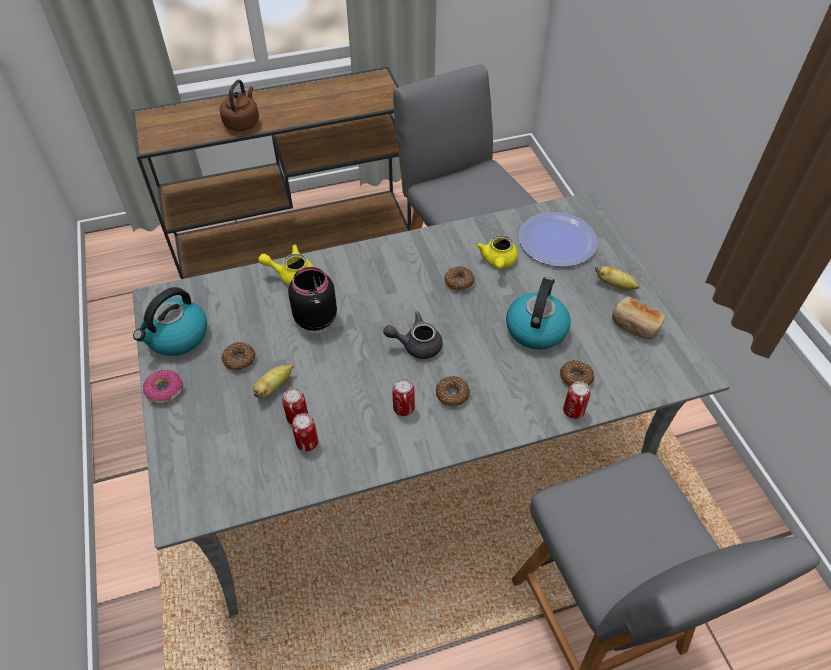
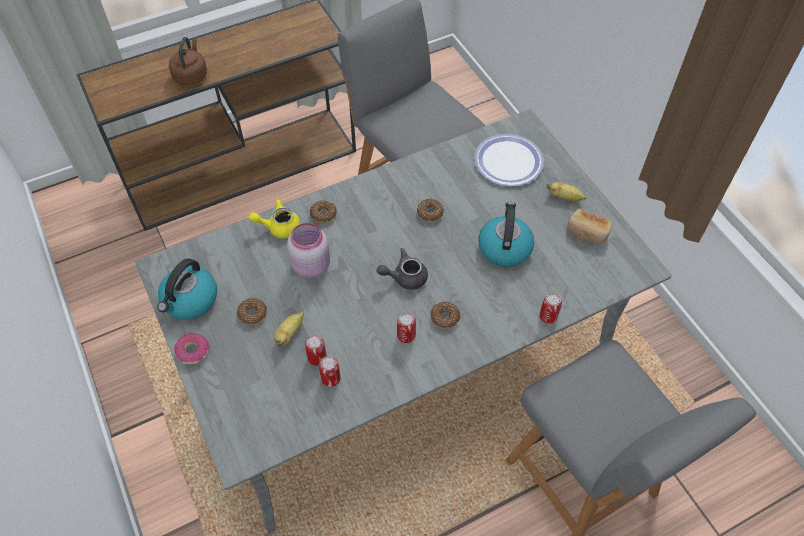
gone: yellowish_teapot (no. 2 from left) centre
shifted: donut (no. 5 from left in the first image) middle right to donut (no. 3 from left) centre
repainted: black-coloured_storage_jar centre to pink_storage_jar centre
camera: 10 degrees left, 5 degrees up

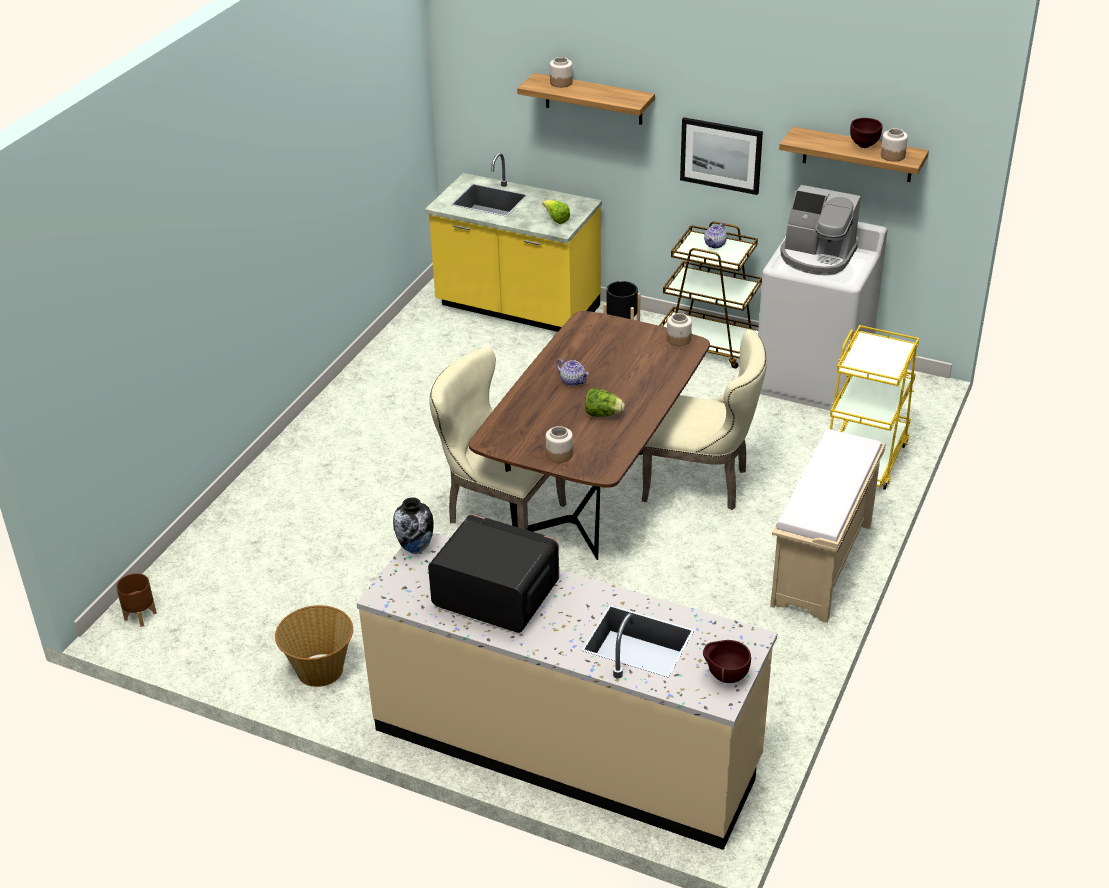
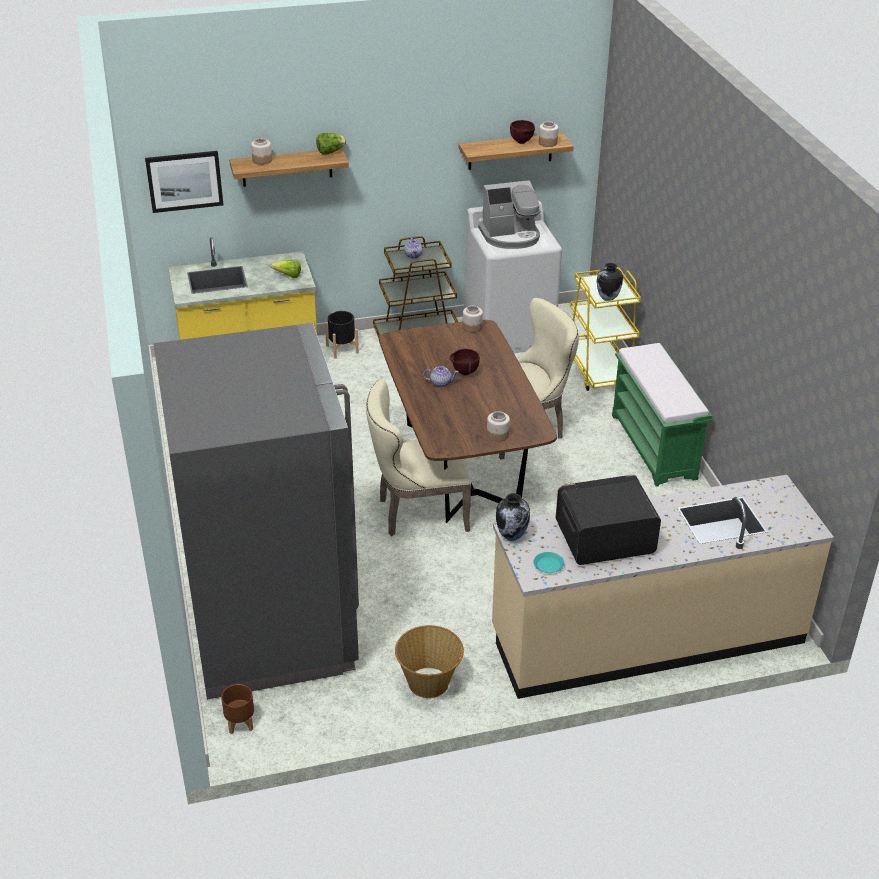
new: decorative_vase (no. 2 from left) top right; gray_fridge middle left; blue-green_plate centre
shifted: wall_art top centre to top left; lettuce (no. 2 from left) centre to top centre; brown-coloured_deep_dish (no. 1 from left) bottom centre to centre
repainted: beige_long_seat middle right to green_long_seat middle right
camera: 40 degrees left, 0 degrees up

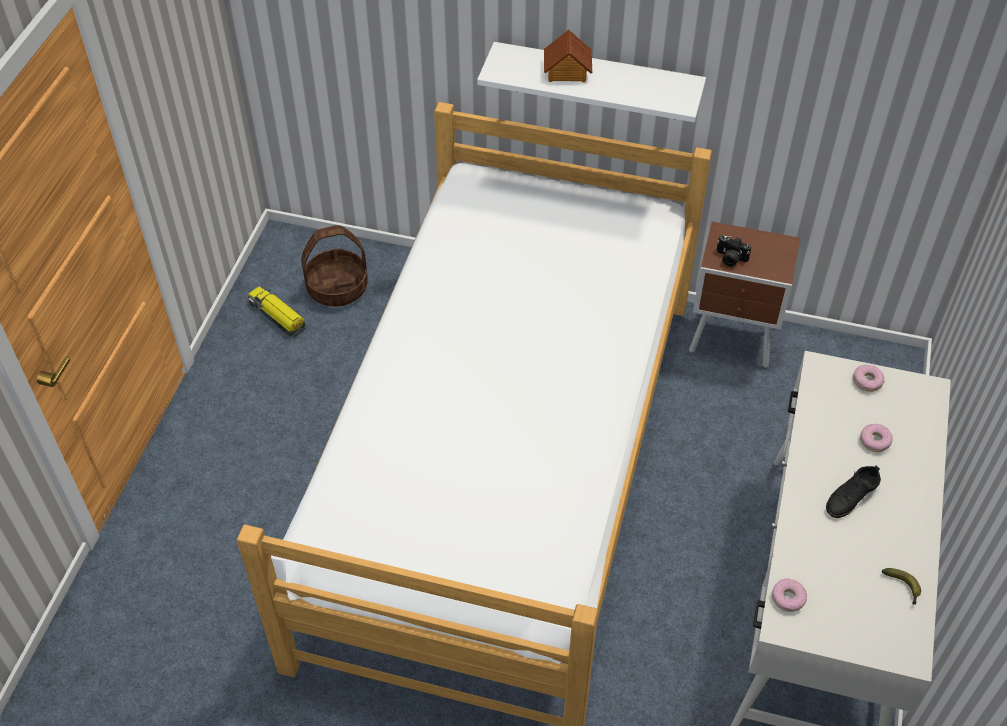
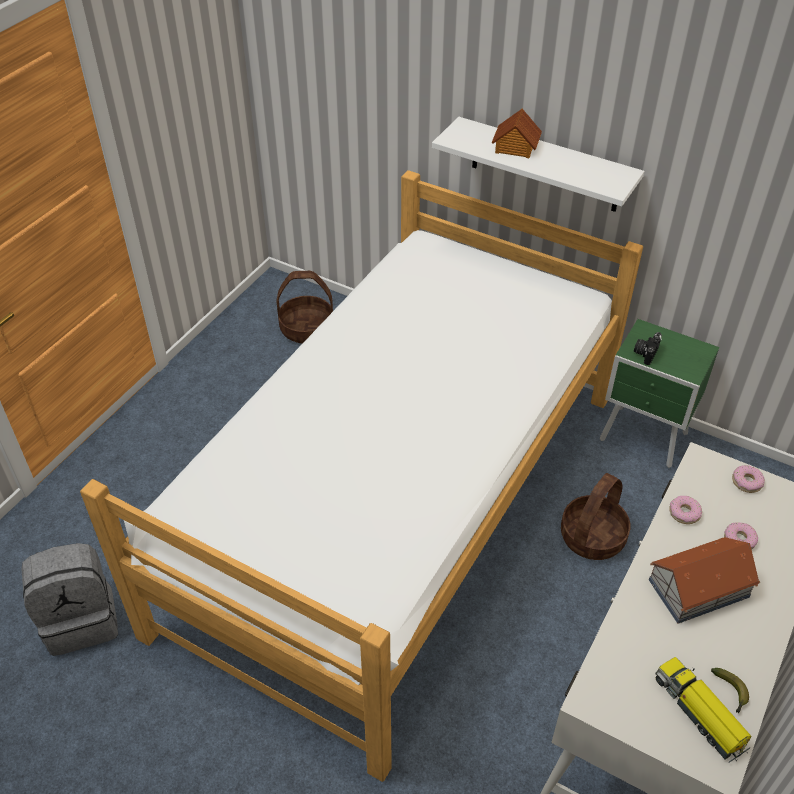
new: household_basket (no. 2 from left) middle right; gray_backpack bottom left
shifted: model_truck middle left to bottom right; donut (no. 1 from left) bottom right to middle right
swapped: black-coloured_shoe bottom right to miniature_house (no. 2 from left) bottom right
repainted: brown-coloured_night_table middle right to green_night_table middle right
rotated: photo_camera middle right = middle right 75 degrees clockwise
camera: 15 degrees right, 5 degrees down

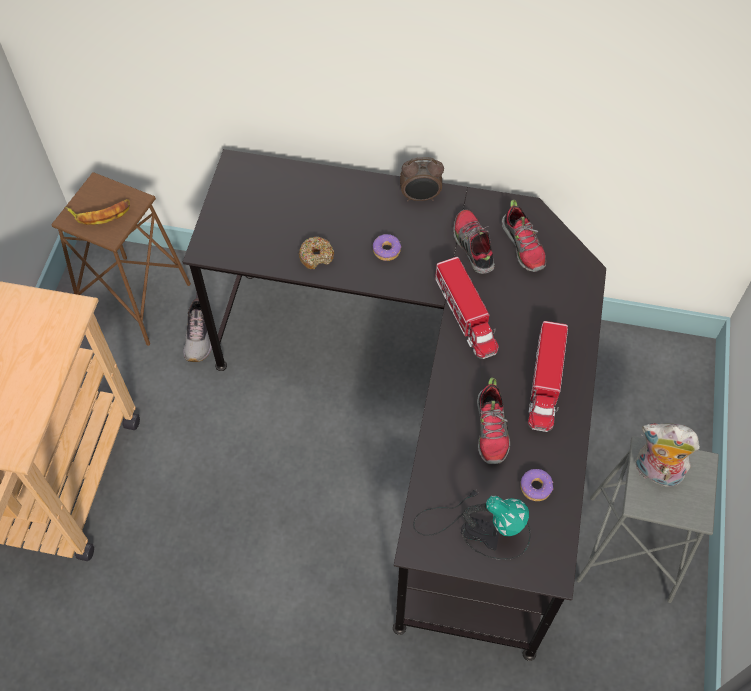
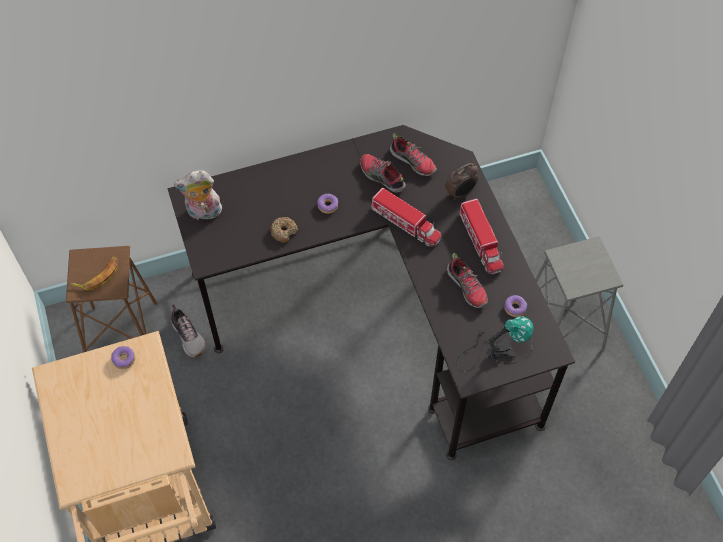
new: donut (no. 1 from left) middle left
shifted: table_clock top centre to centre; cuddly_toy middle right to middle left
camera: 30 degrees left, 0 degrees up

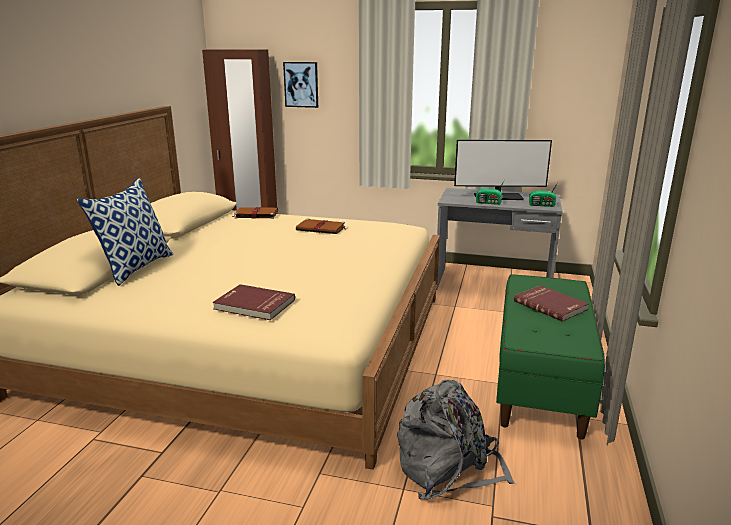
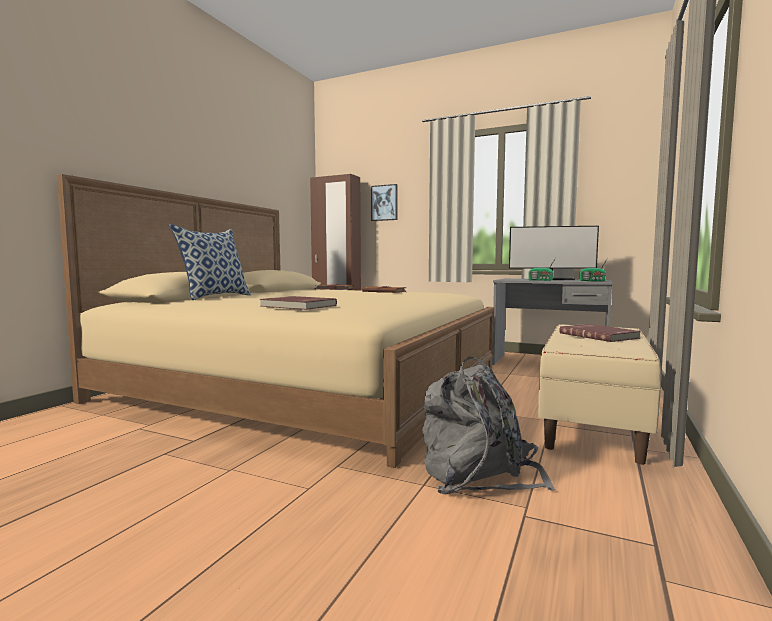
repainted: green_long_seat bottom right to beige_long_seat middle right
camera: 10 degrees right, 15 degrees down

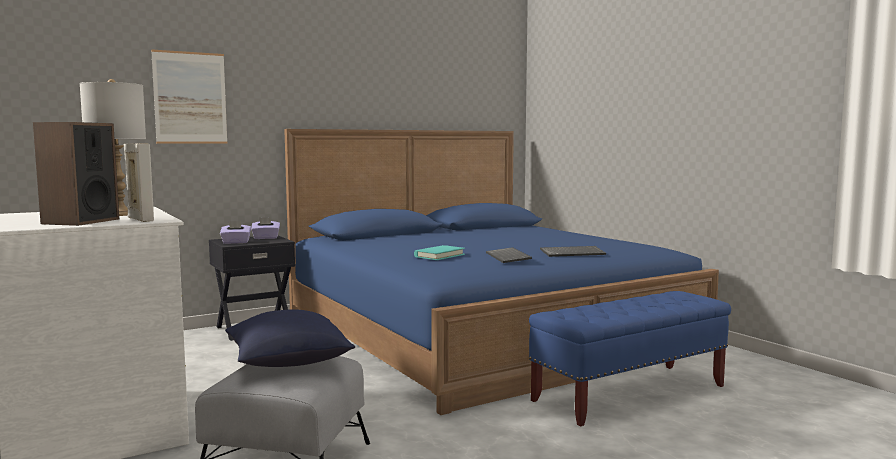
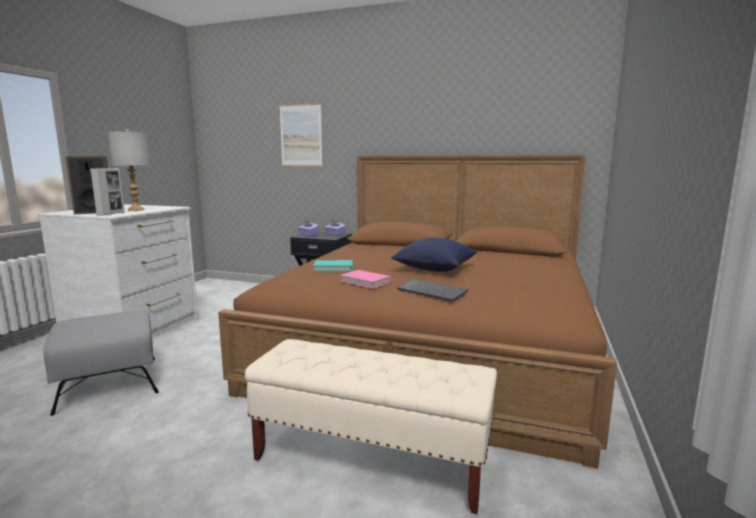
shifted: blue-coloured_cushion bottom left to centre
swapped: computer_keyboard (no. 1 from left) centre to pink_volume centre
repainted: blue-coloured_bed centre to brown-coloured_bed centre; blue-coloured_long_seat bottom right to beige_long_seat bottom centre
camera: 50 degrees right, 5 degrees up

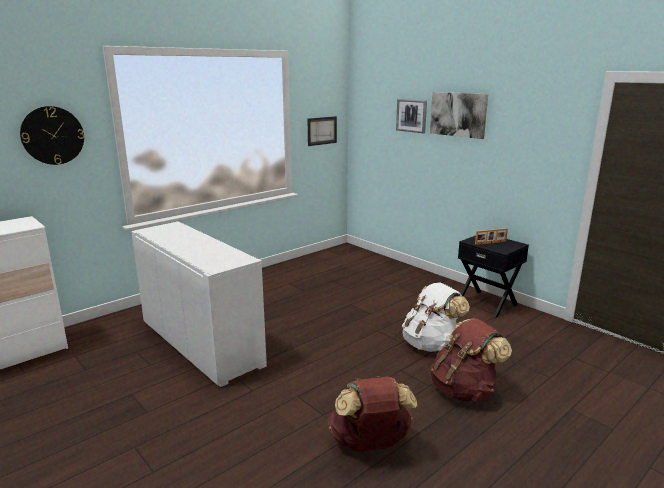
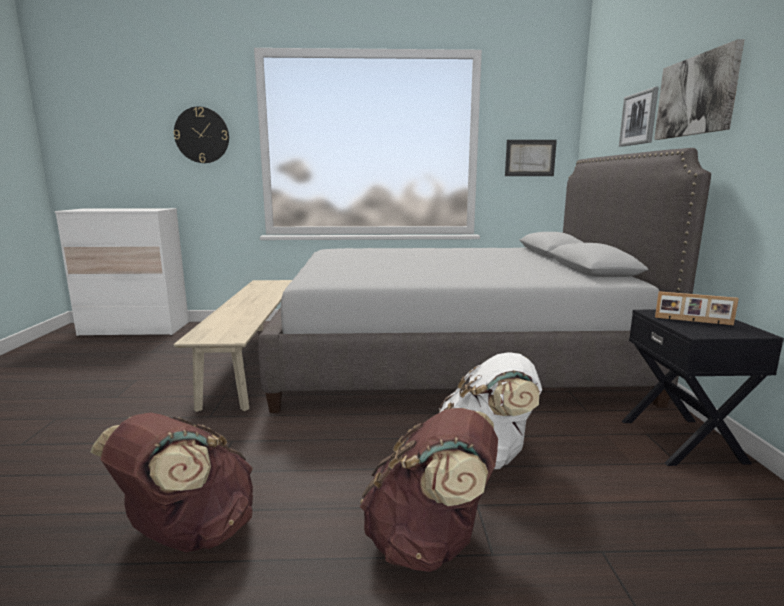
new: gray_bed centre
swapped: whitish_cabinet middle left to beige_long_seat middle left
camera: 40 degrees right, 5 degrees down

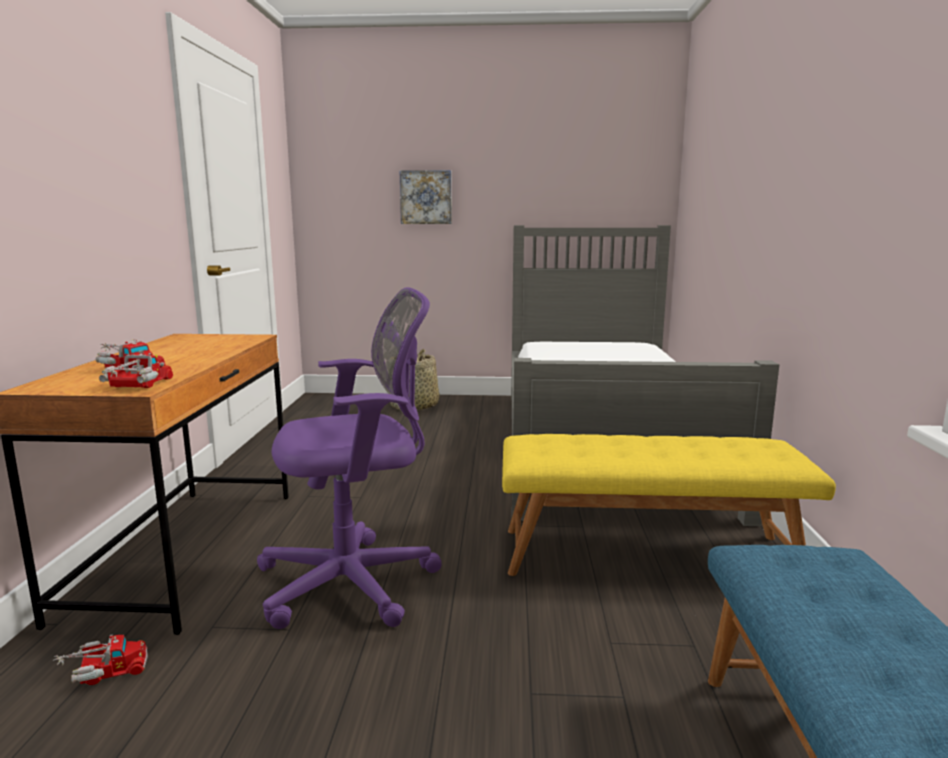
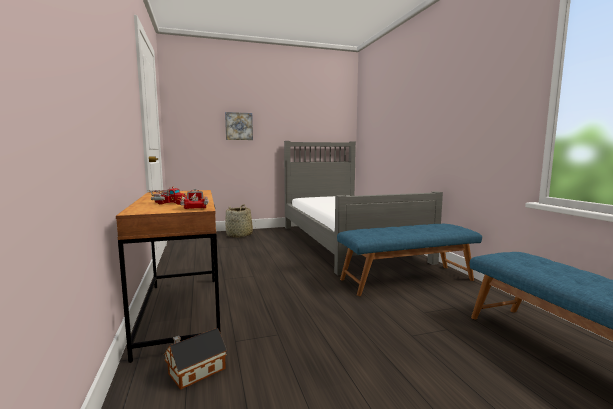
gone: purple-coloured_desk_chair centre
swapped: model_truck (no. 1 from left) bottom left to miniature_house bottom left
repainted: yellowish_long_seat middle right to blue-coloured_long_seat (no. 1 from left) middle right
camera: 20 degrees left, 5 degrees down

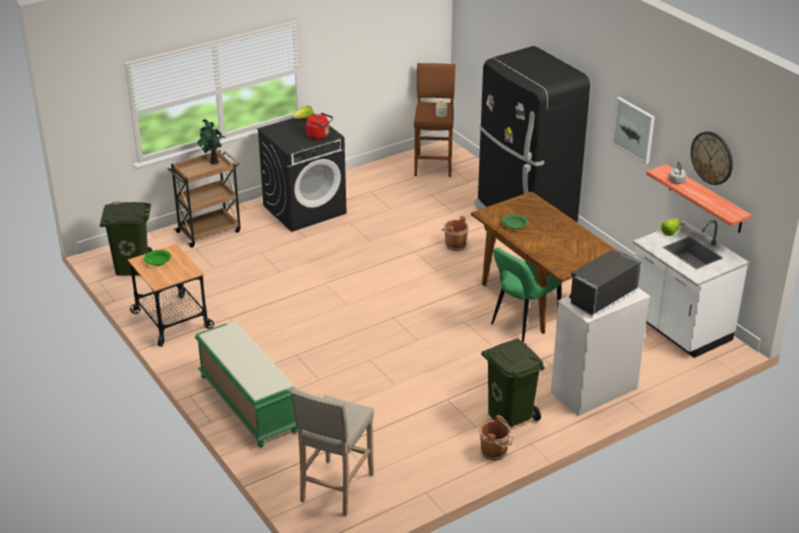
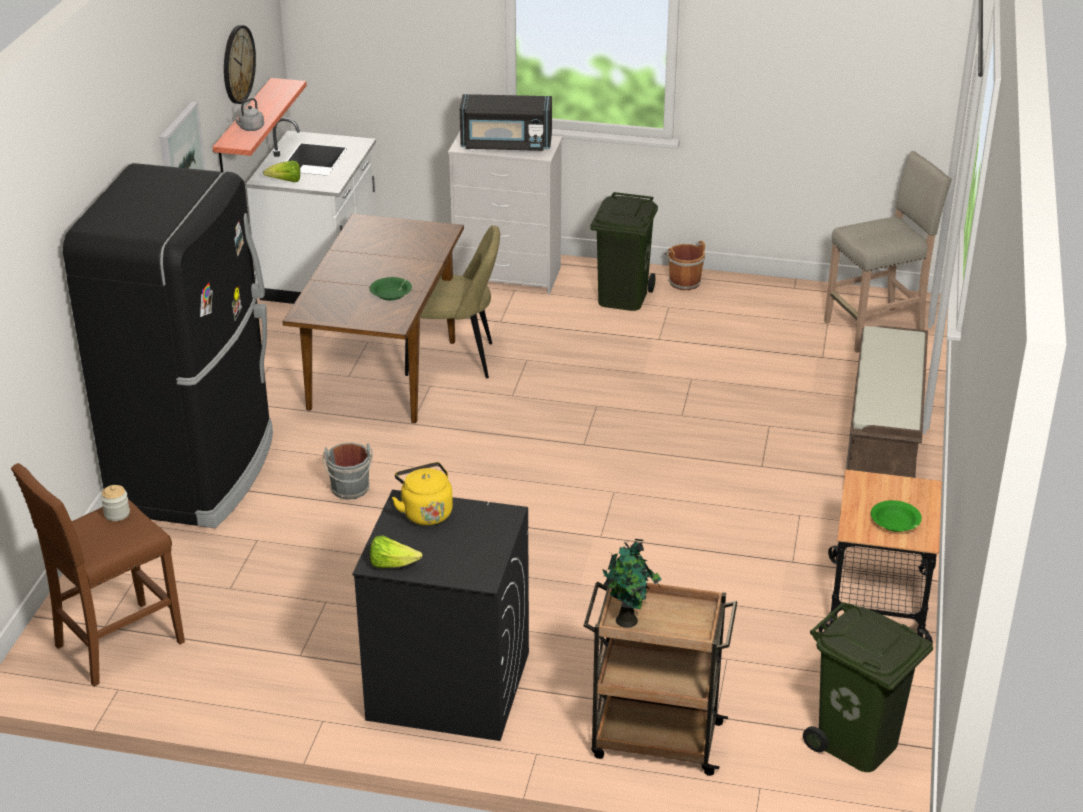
repainted: red-coloured_tea_kettle top centre to yellowish_tea_kettle centre; brown-coloured_water_bucket (no. 1 from left) centre to gray_water_bucket middle left; green_chair centre to beige_chair centre; green_long_seat bottom left to brown-coloured_long_seat middle right
camera: 135 degrees left, 0 degrees up

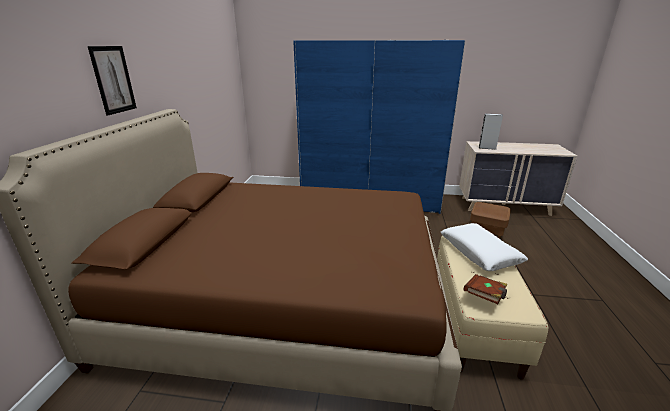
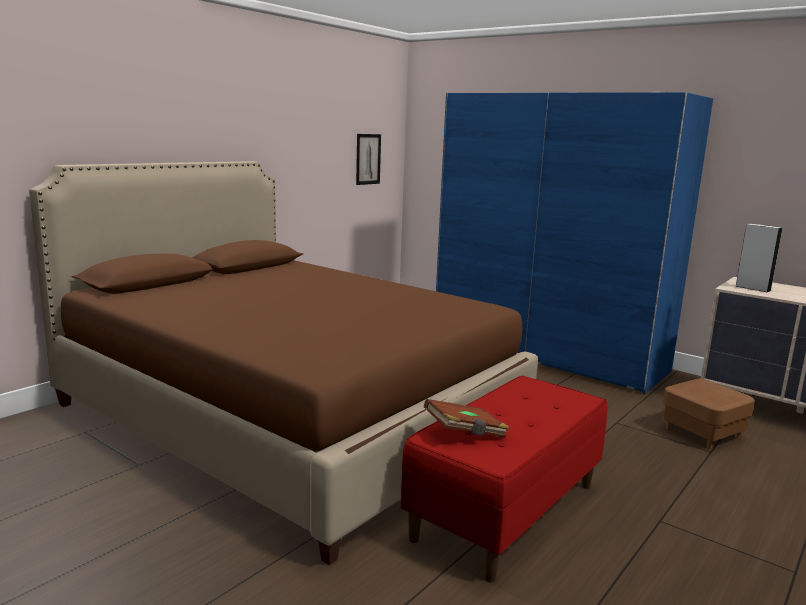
gone: whitish_cushion middle right
shifted: wall_art top left to top centre
repainted: beige_long_seat bottom right to red-coloured_long_seat bottom centre
camera: 30 degrees right, 10 degrees down

